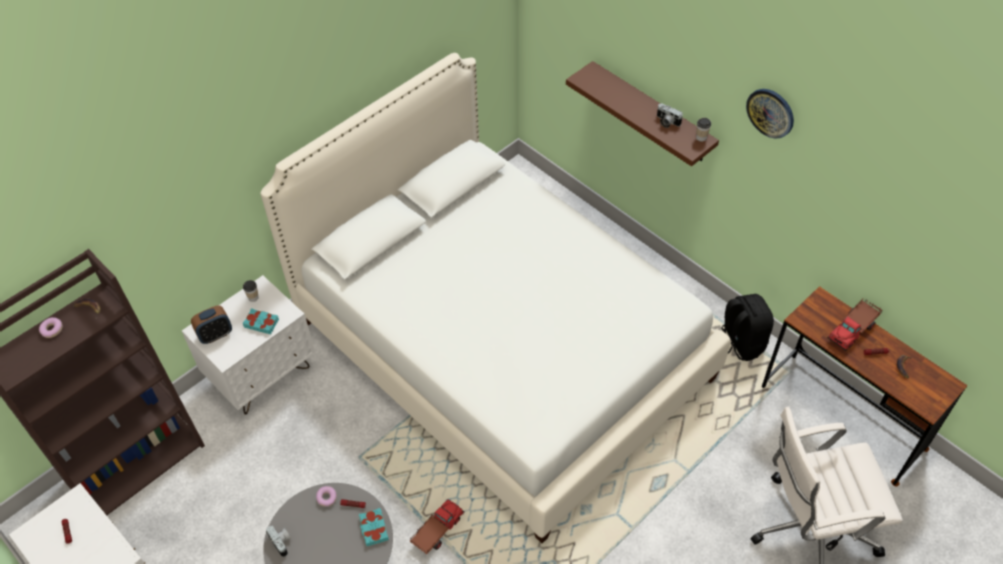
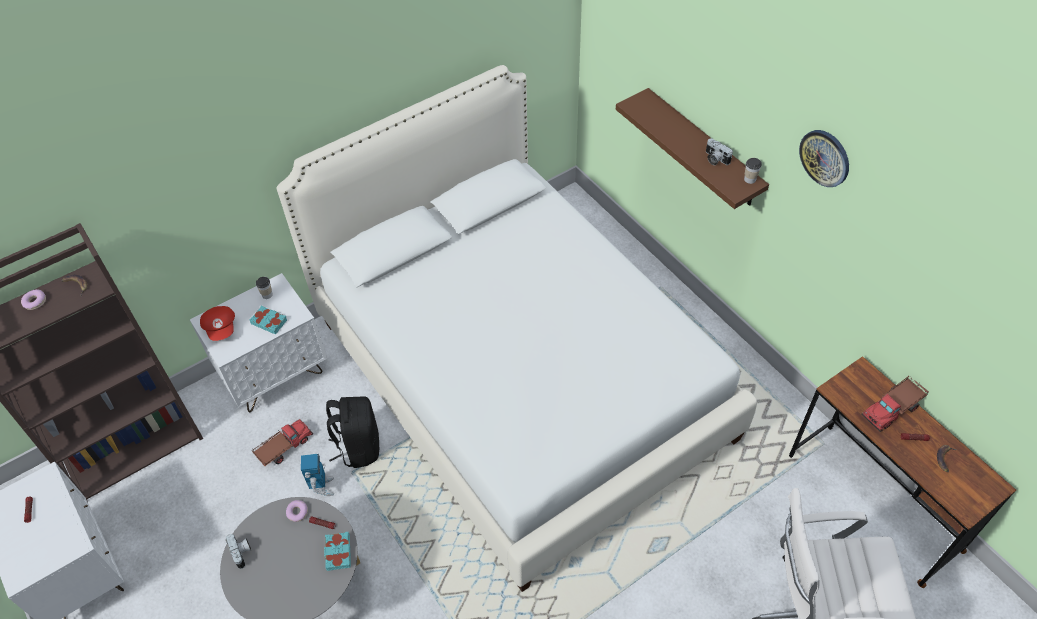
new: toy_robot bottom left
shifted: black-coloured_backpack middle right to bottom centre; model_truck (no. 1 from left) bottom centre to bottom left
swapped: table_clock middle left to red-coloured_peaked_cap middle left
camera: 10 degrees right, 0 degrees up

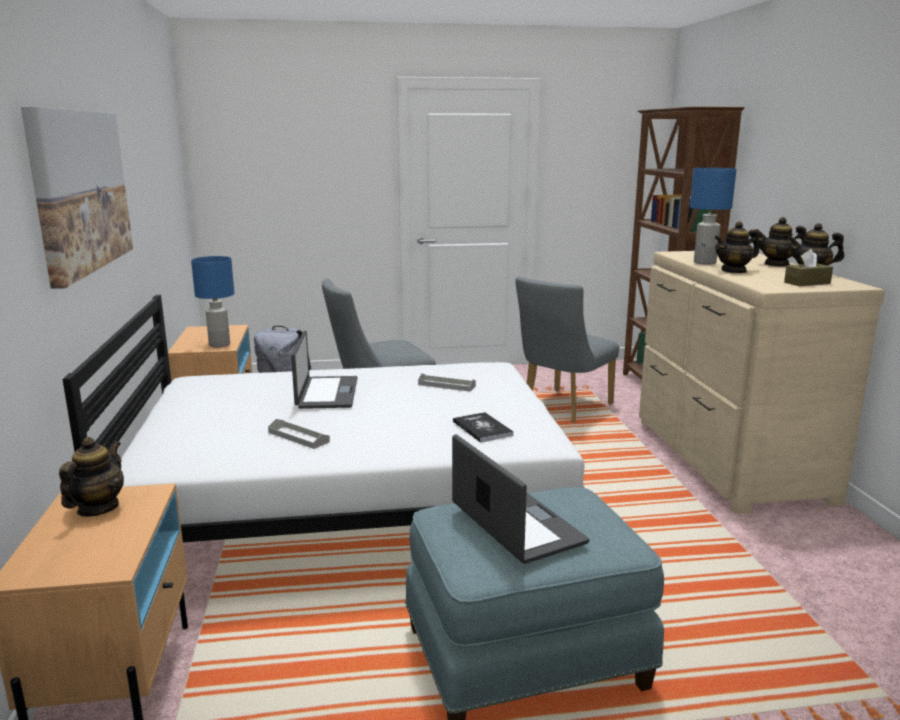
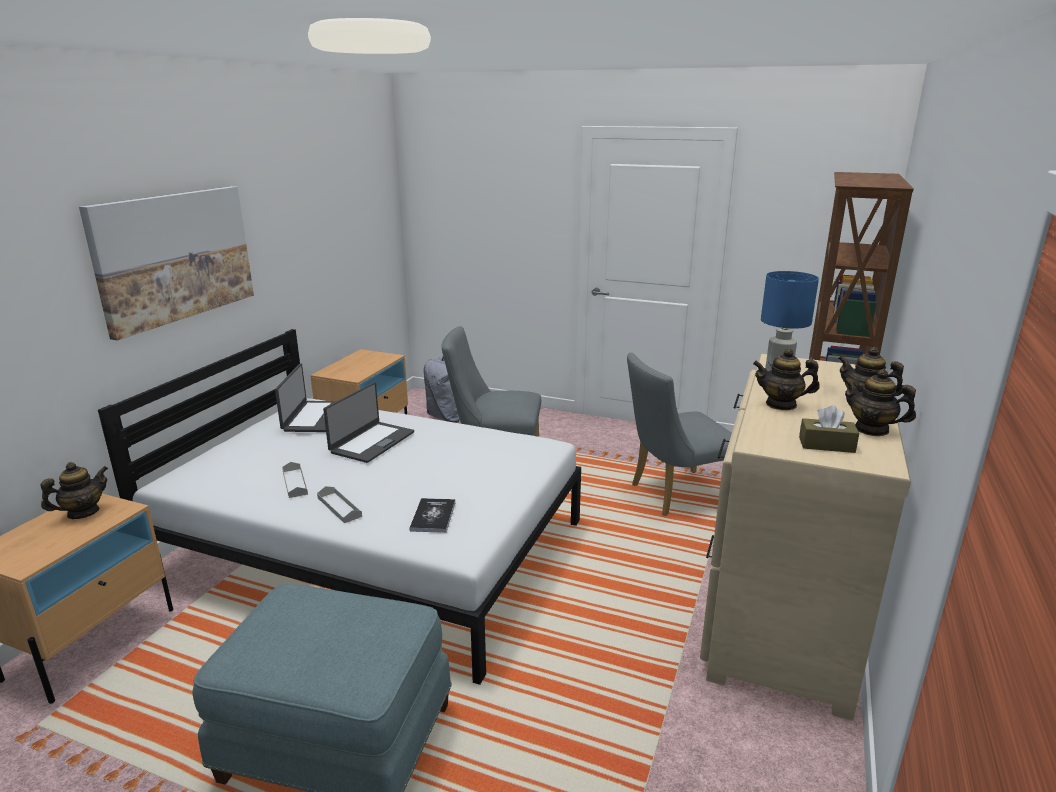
gone: blue-coloured_table_lamp (no. 1 from left) middle left
shifted: gray_carrying_tray (no. 2 from left) centre to middle left; portable_computer (no. 2 from left in the first image) bottom centre to portable_computer (no. 1 from left) middle left
camera: 30 degrees right, 5 degrees up

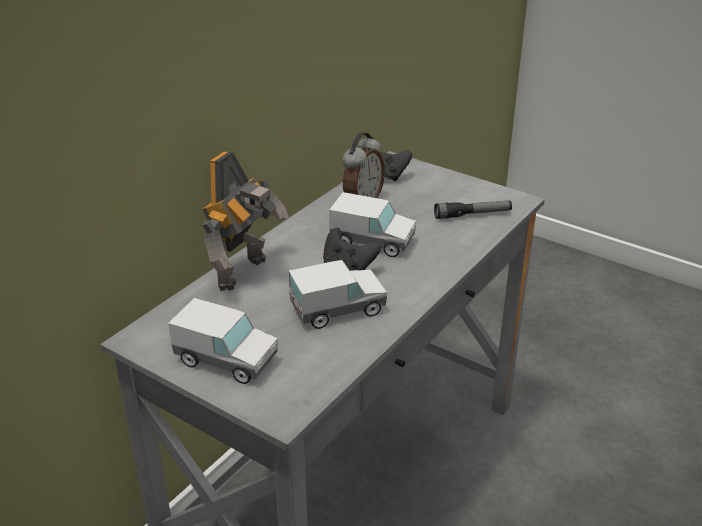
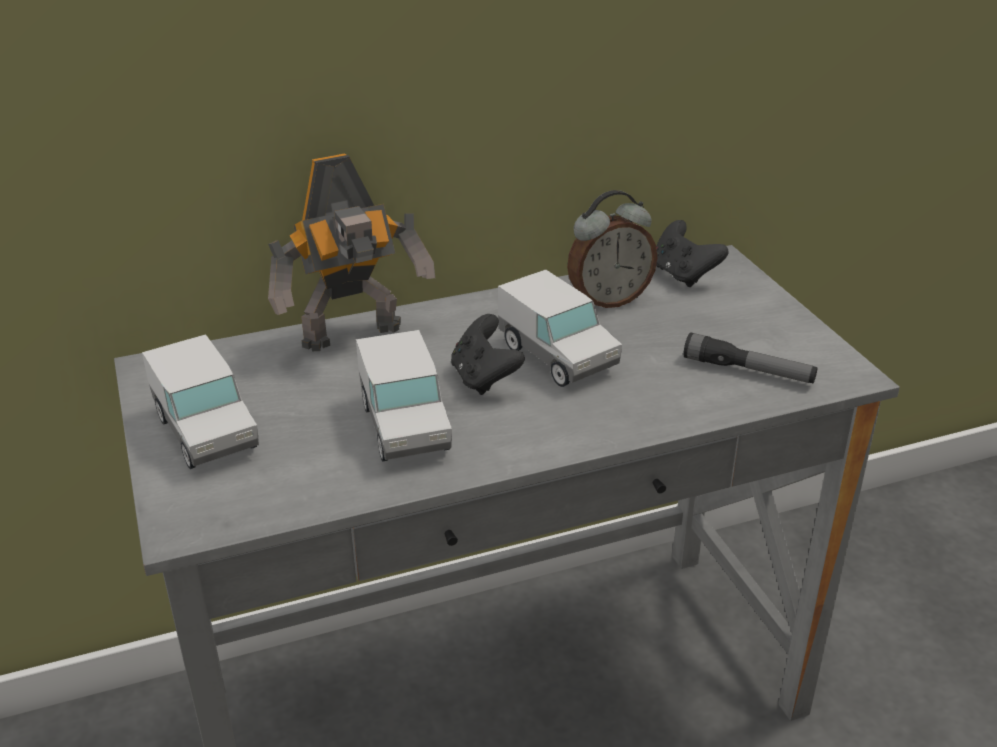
rotated: model_truck (no. 2 from left) centre = centre 60 degrees clockwise
camera: 35 degrees right, 0 degrees up

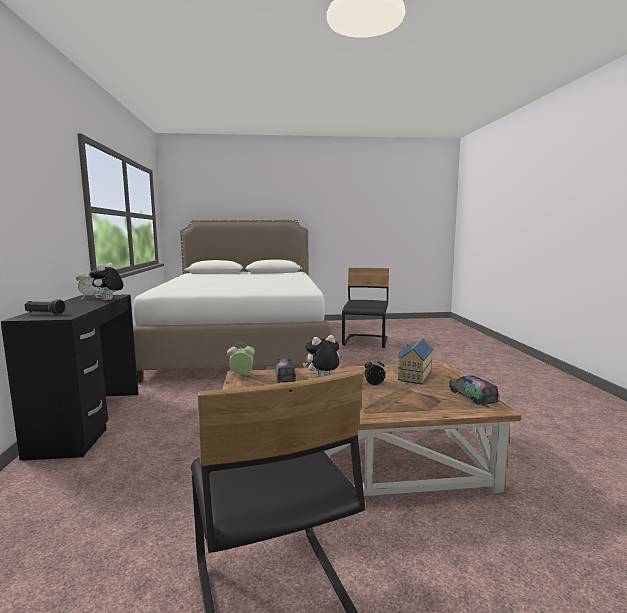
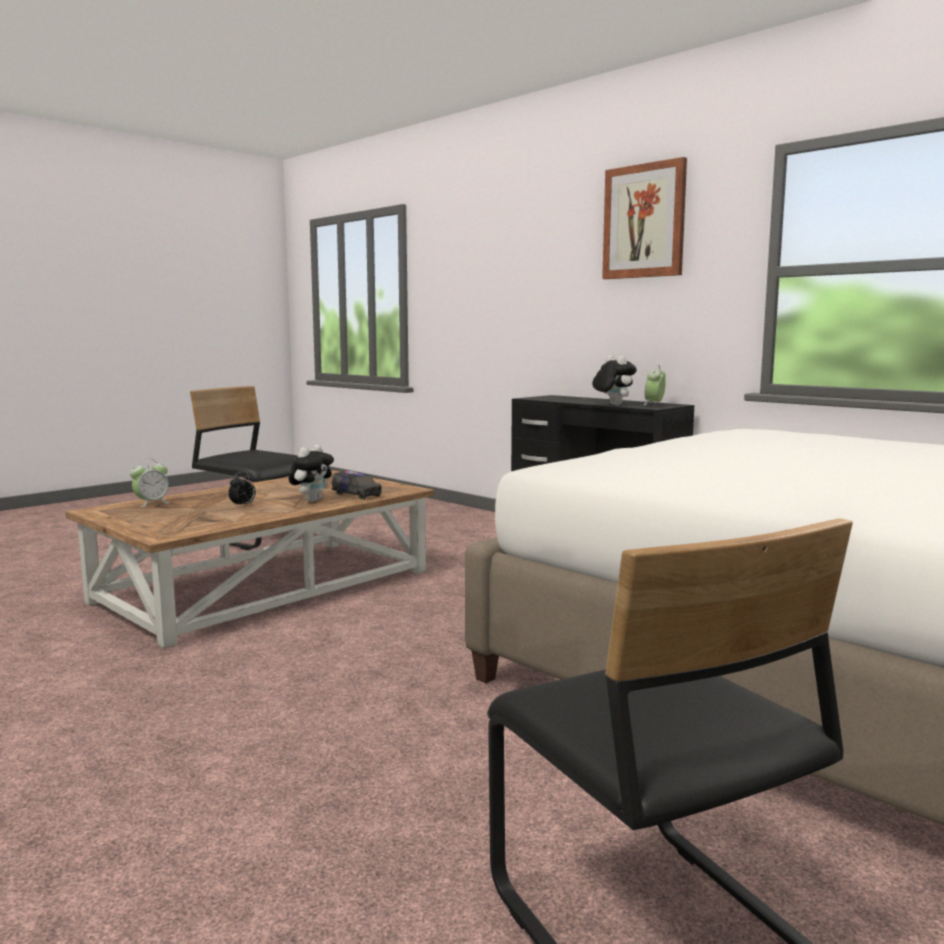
gone: black-coloured_flashlight middle left; miniature_house centre; model_truck (no. 2 from left) middle right
new: wall_art top right
shifted: table_clock (no. 2 from left in the first image) centre to table_clock (no. 1 from left) middle left
camera: 140 degrees right, 0 degrees up

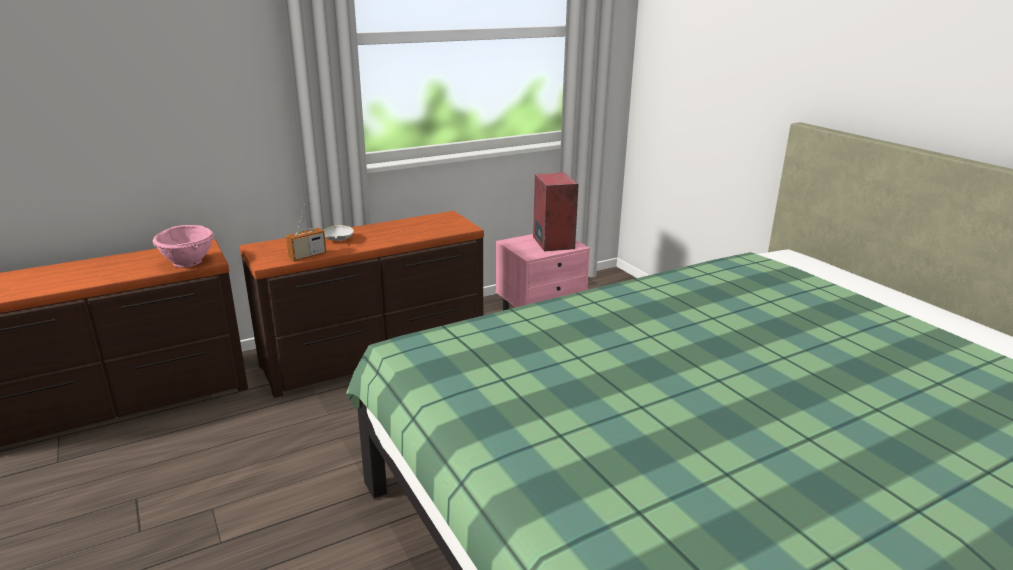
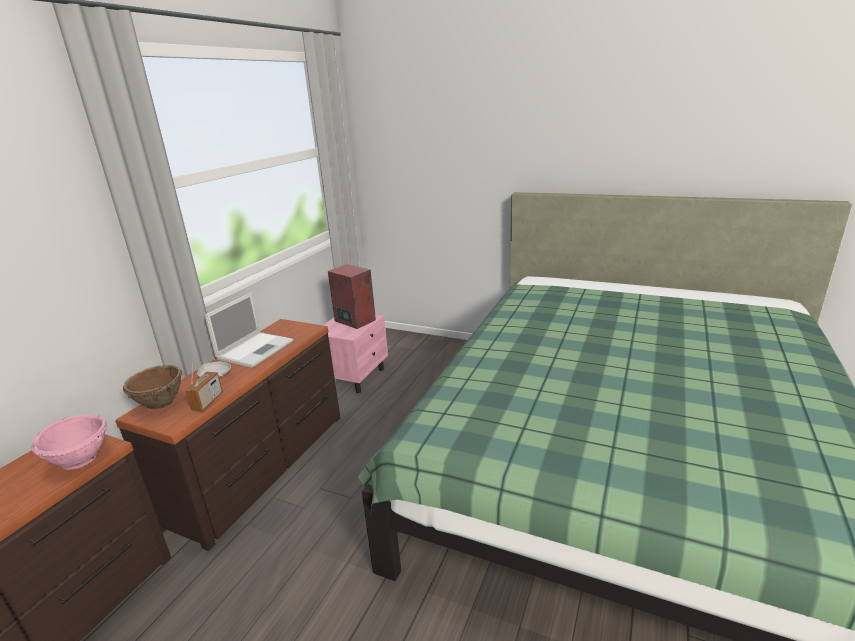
new: portable_computer middle left; brown-coloured_deep_dish middle left
camera: 35 degrees left, 0 degrees up

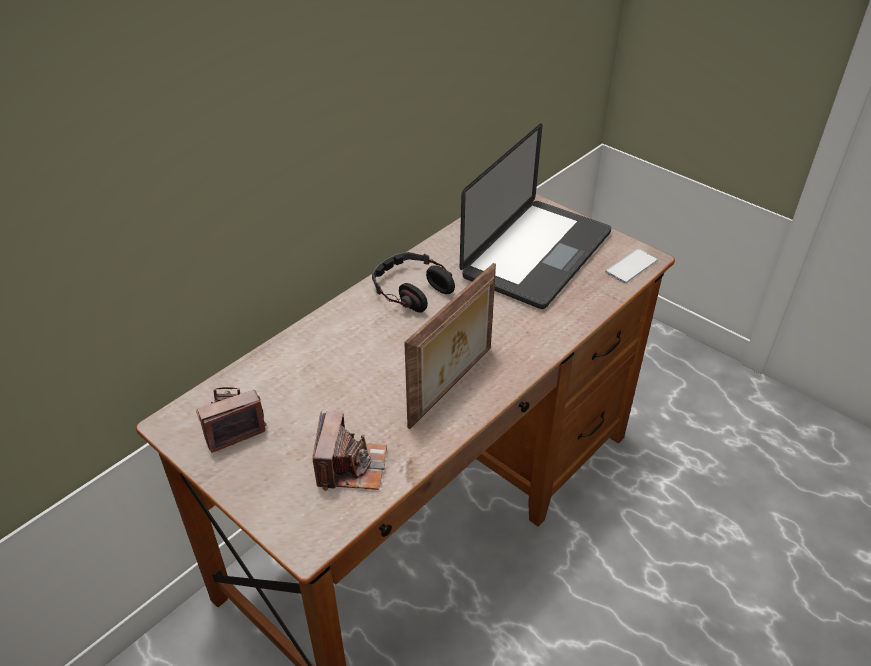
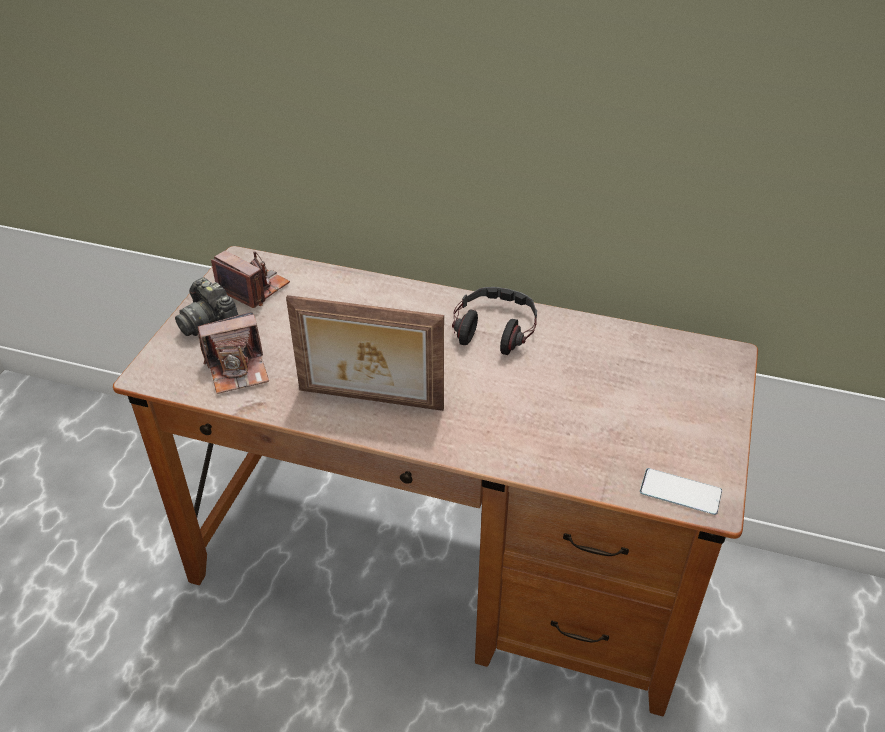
gone: portable_computer top centre
new: photo_camera (no. 1 from left) middle left
camera: 65 degrees right, 0 degrees up

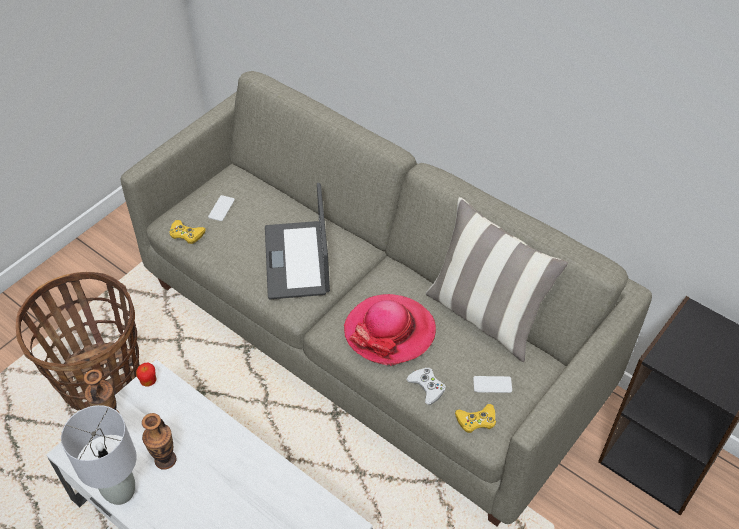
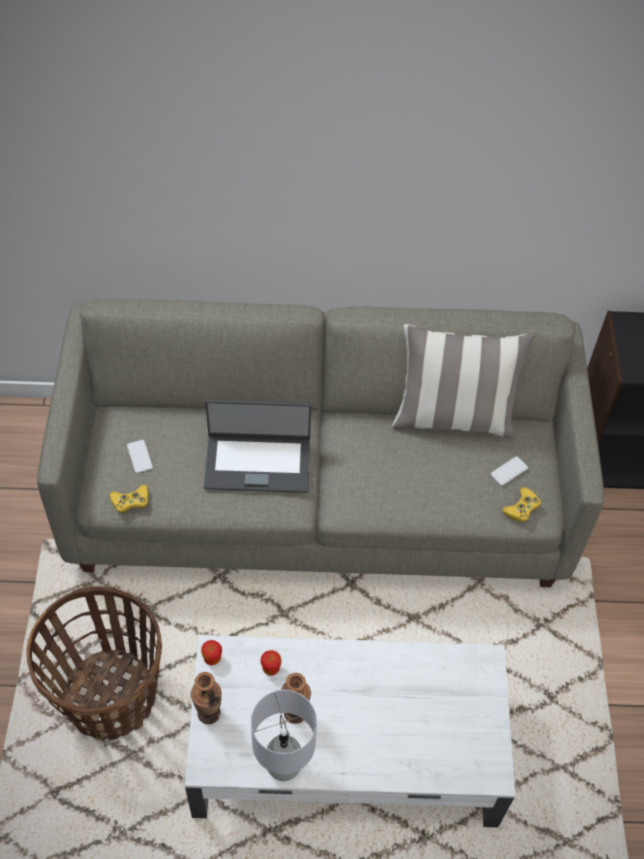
gone: hat centre; whitish_joypad bottom centre
new: whole_apple (no. 2 from left) bottom centre
rotated: portable_computer centre = centre 45 degrees counterclockwise
camera: 40 degrees left, 5 degrees up

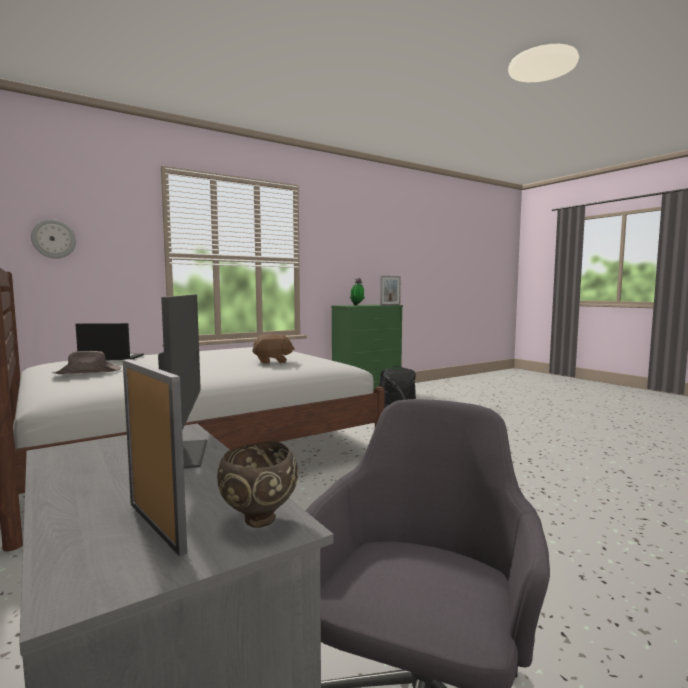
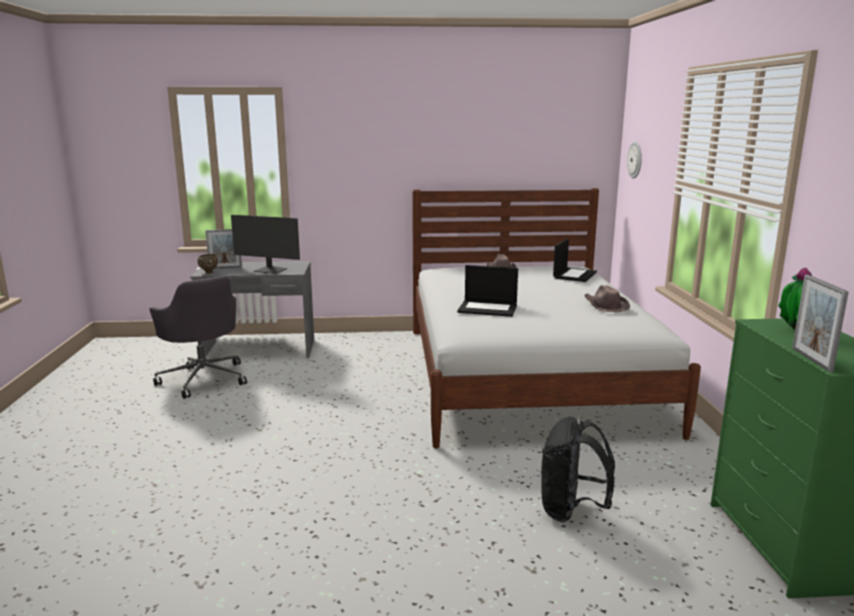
new: brown-coloured_hat (no. 2 from left) middle right
swapped: brown-coloured_cuddly_toy centre to portable_computer (no. 1 from left) centre
camera: 120 degrees right, 10 degrees up

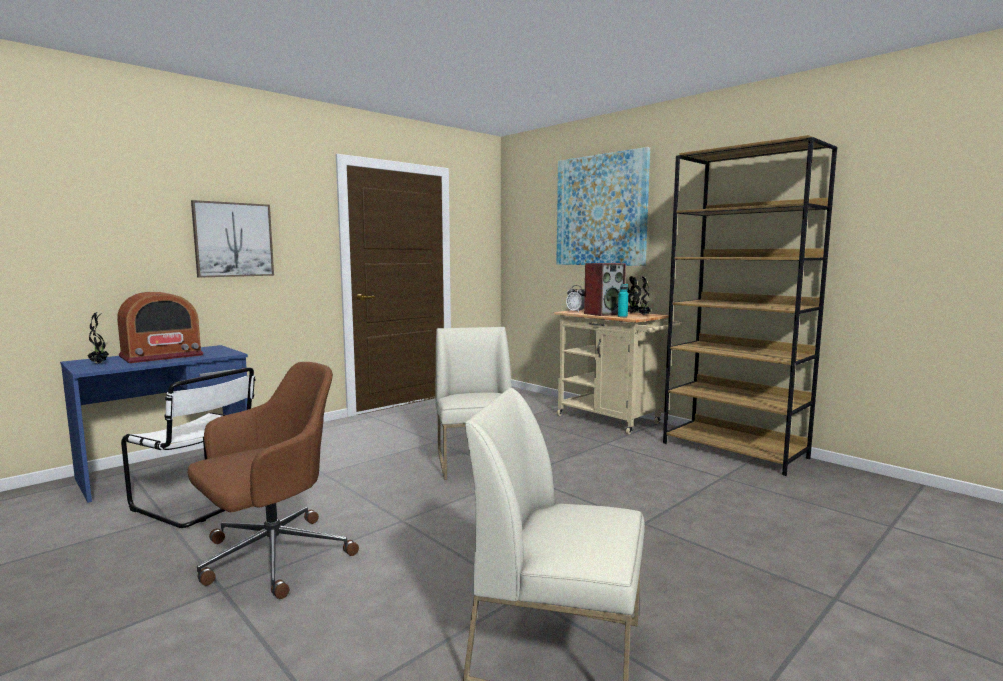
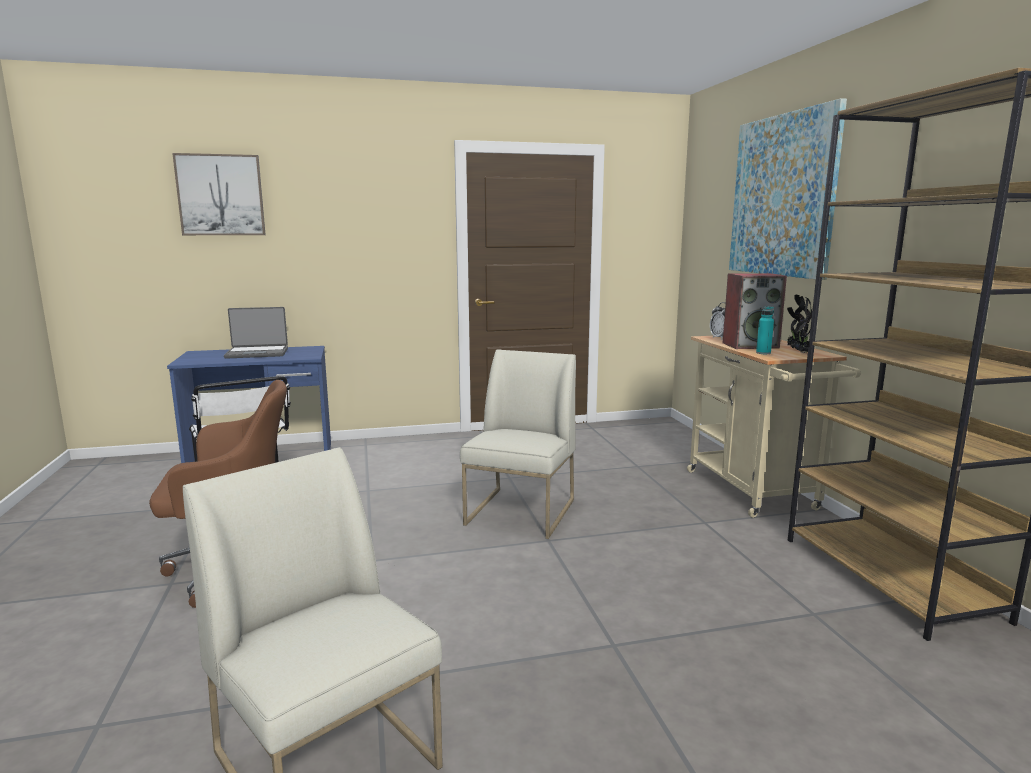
gone: potted_plant (no. 1 from left) middle left
shifted: wall_art (no. 1 from left) middle left to top left
swapped: radio middle left to portable_computer middle left
camera: 30 degrees right, 5 degrees up

